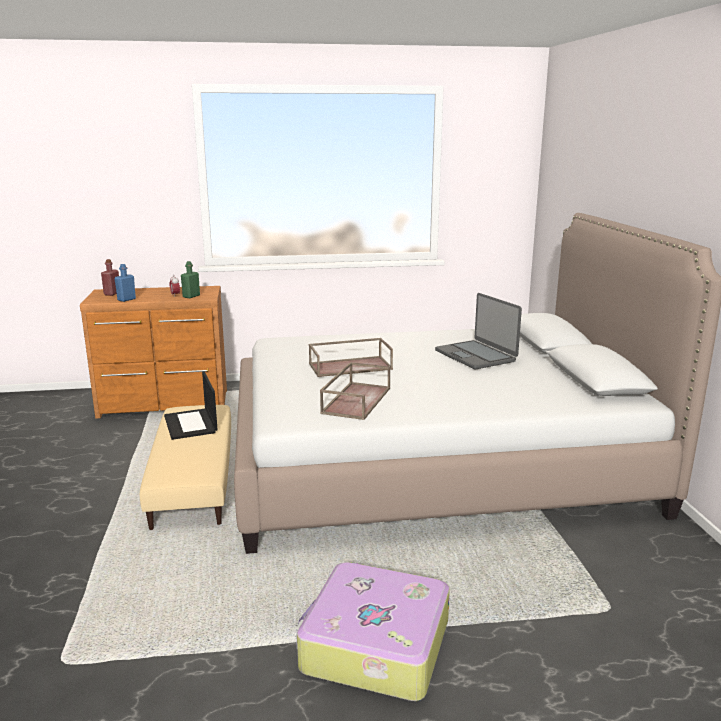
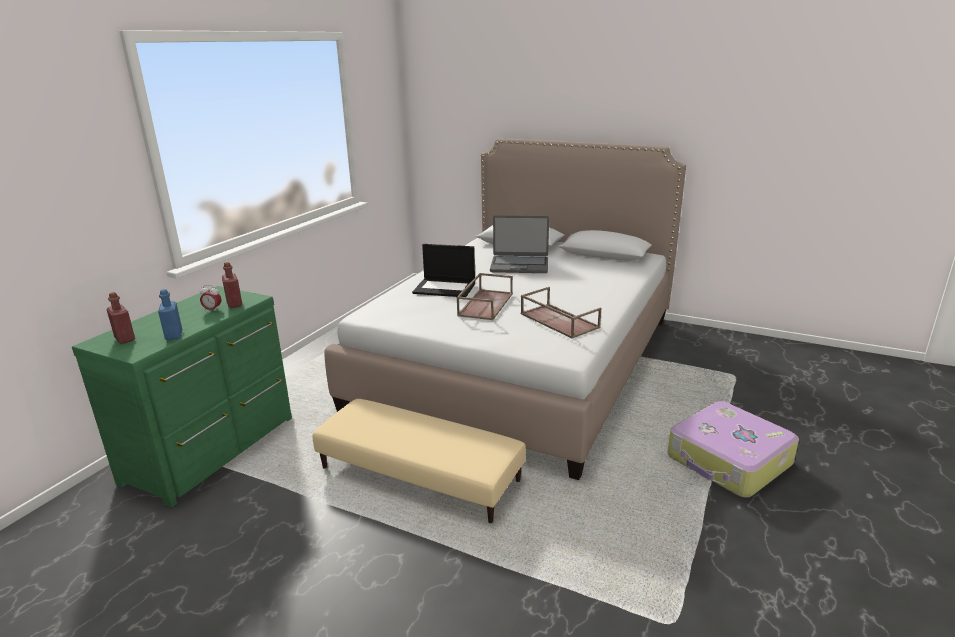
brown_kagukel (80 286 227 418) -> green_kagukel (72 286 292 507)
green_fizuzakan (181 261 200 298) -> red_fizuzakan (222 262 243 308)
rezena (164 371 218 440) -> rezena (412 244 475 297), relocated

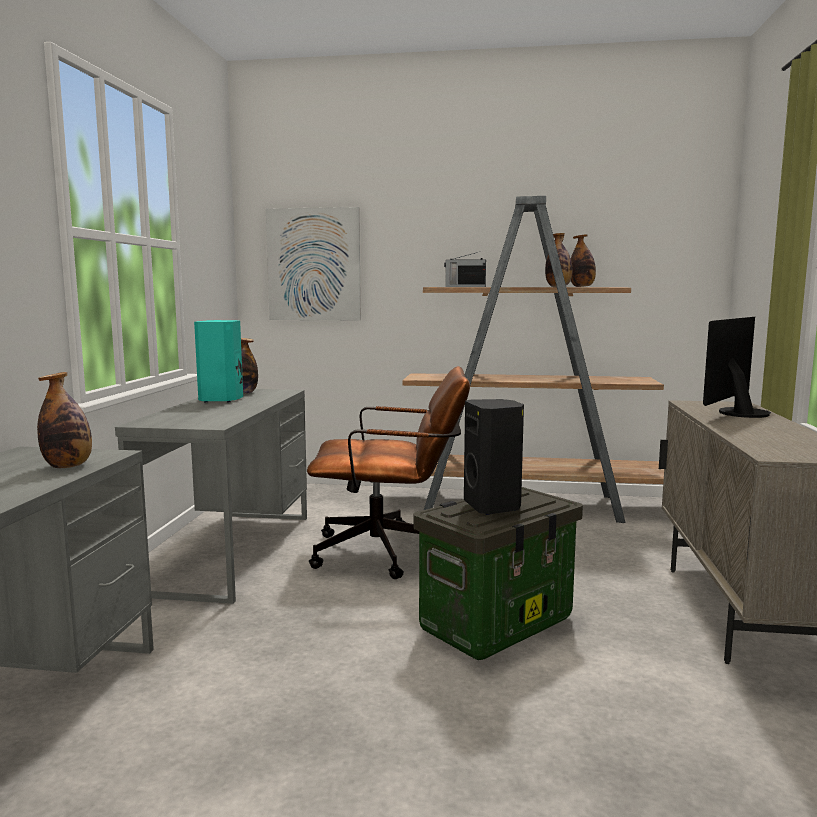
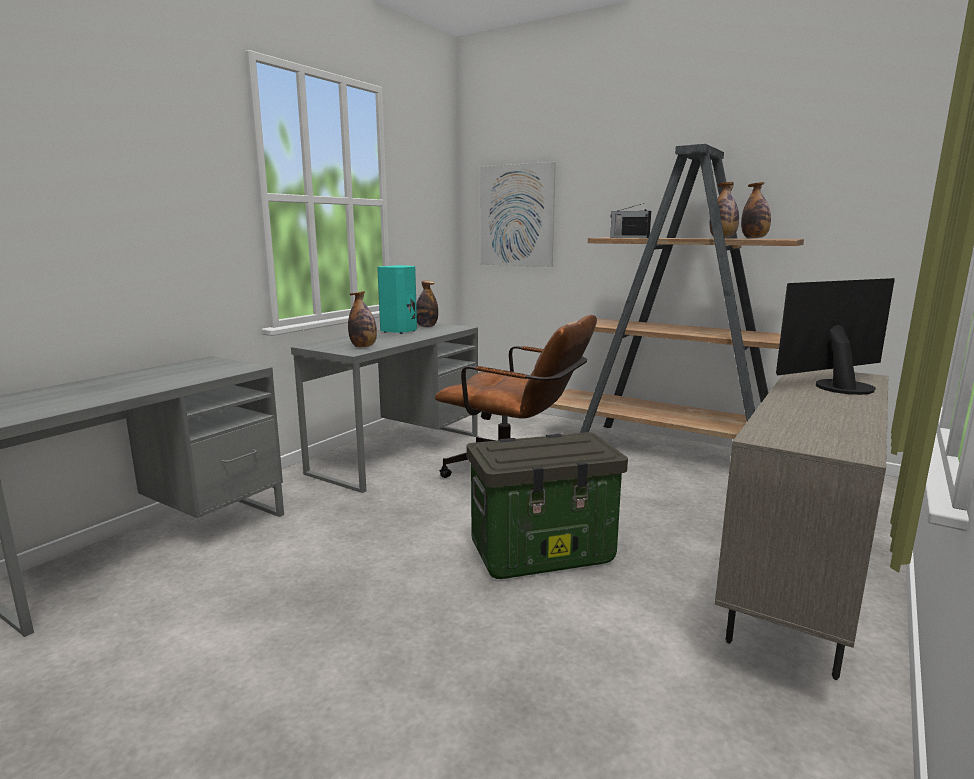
fizuzakan (37 372 92 468) -> fizuzakan (348 291 377 347), relocated
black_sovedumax (464 399 524 515) -> none

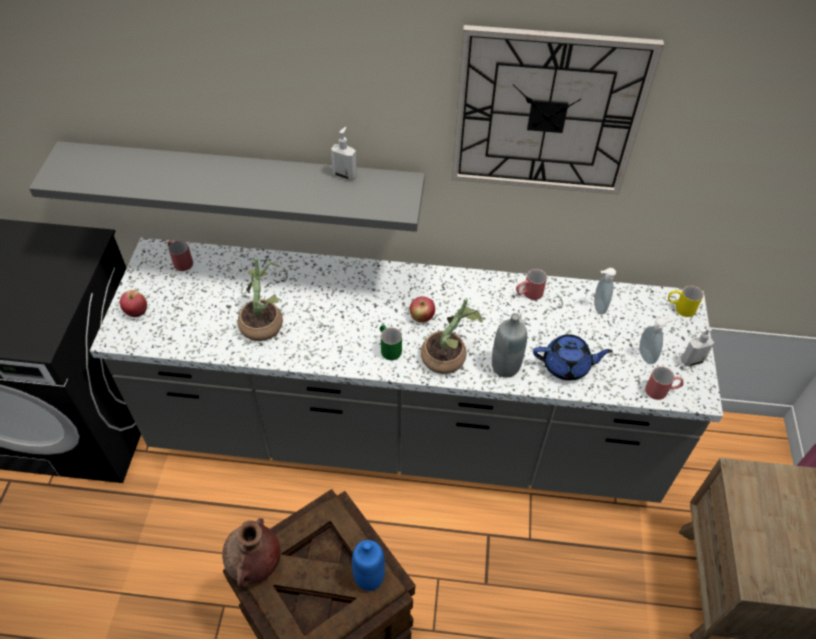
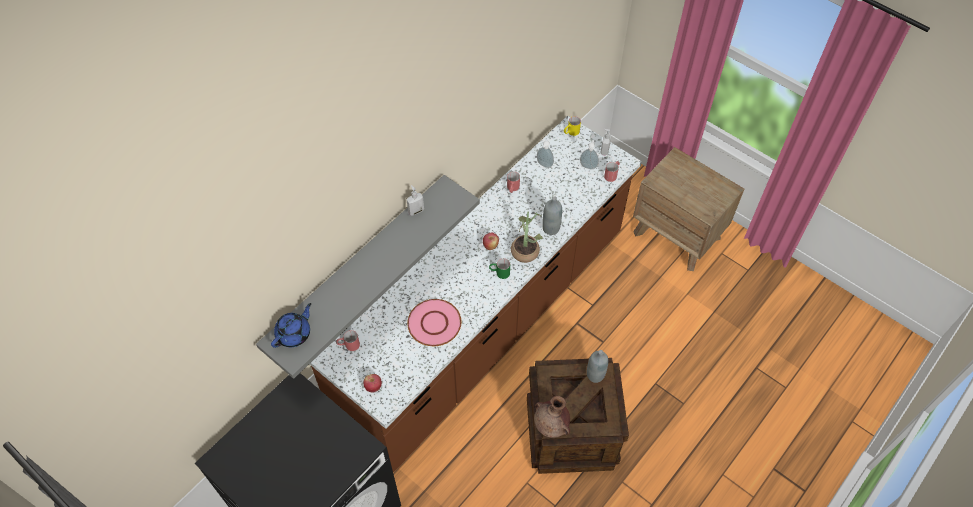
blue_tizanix (533 334 613 381) -> blue_tizanix (271 303 311 348), relocated
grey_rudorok (90 238 723 503) -> brown_rudorok (310 116 642 473)
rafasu (237 258 283 341) -> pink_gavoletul (407 299 461 346)
blue_fizuzakan (352 540 385 591) -> grey_fizuzakan (587 350 608 383)
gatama (452 25 664 195) -> none

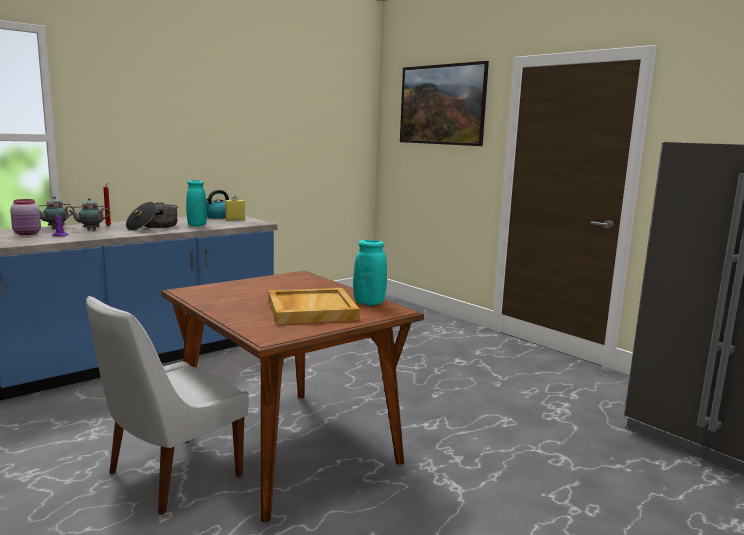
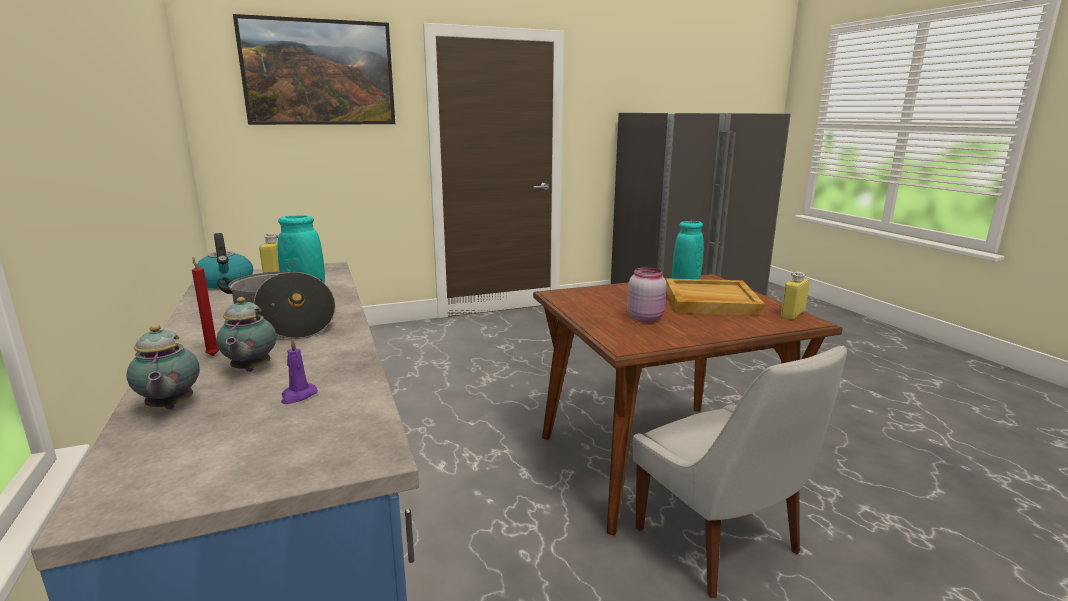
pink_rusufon (10 199 41 235) -> pink_rusufon (627 267 667 322), relocated
none -> yellow_fizuzakan (781 272 810 320)

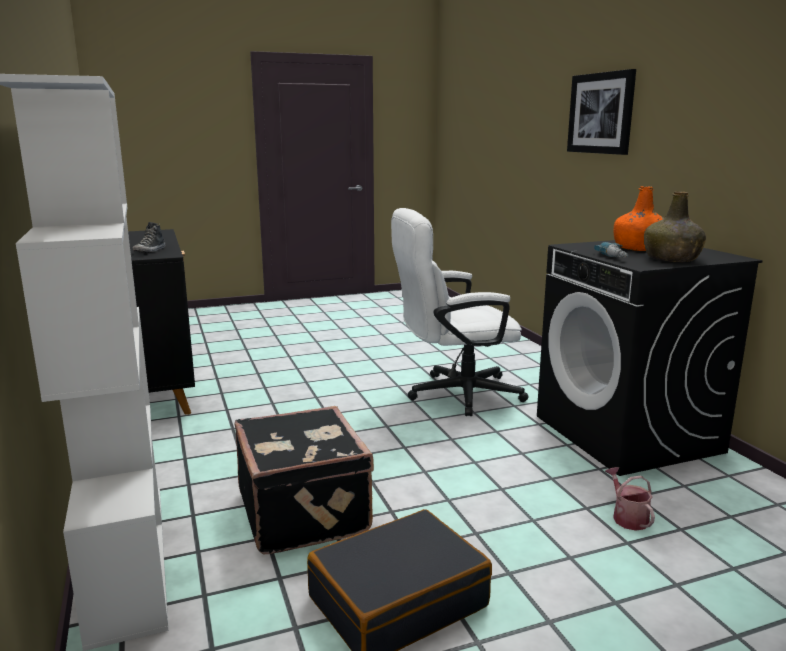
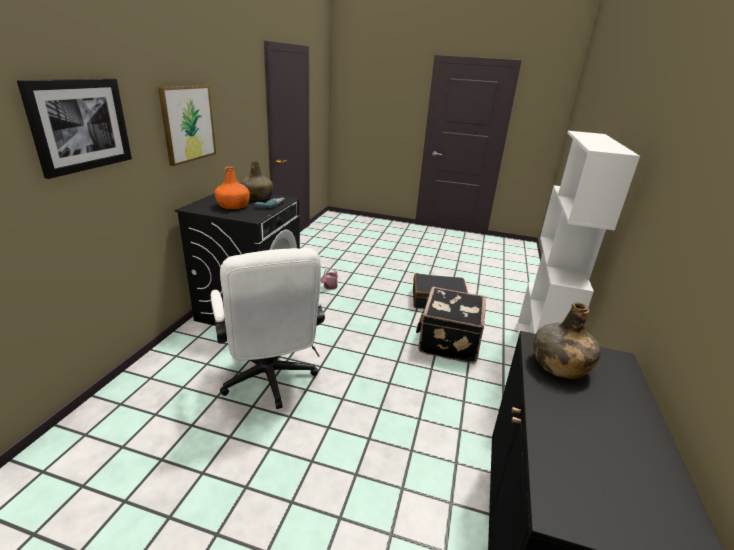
none -> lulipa (158 85 216 166)
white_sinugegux (391 208 528 416) -> white_sinugegux (211 248 325 409), 45 degrees clockwise
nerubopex (133 222 165 253) -> green_fizuzakan (533 303 601 379)

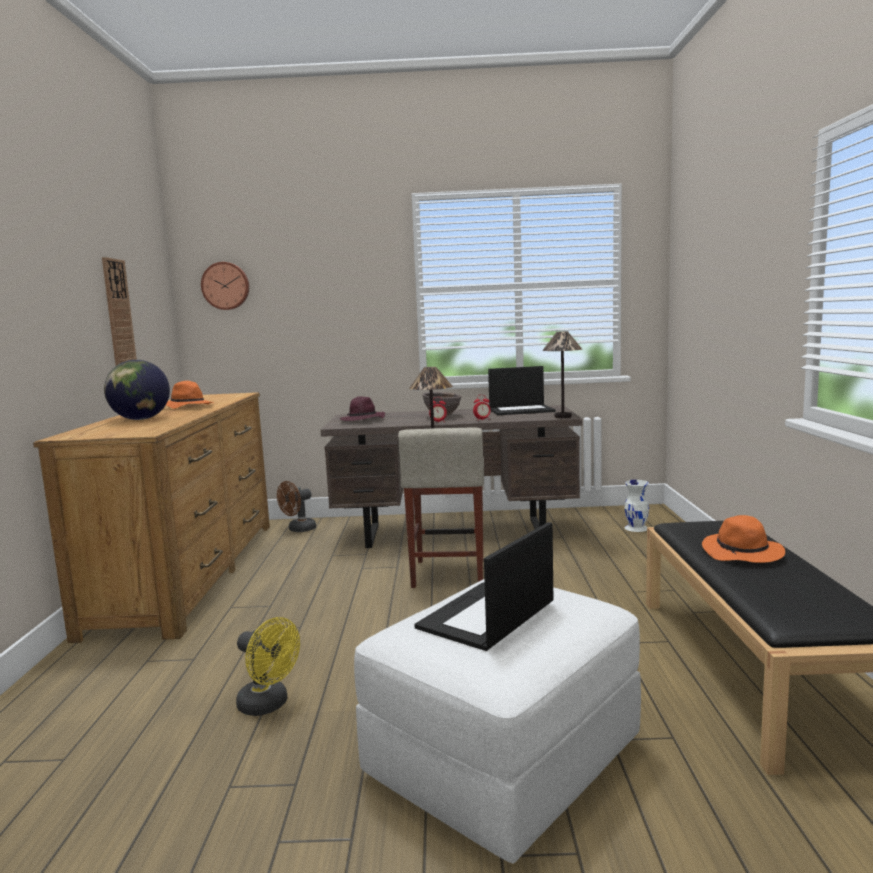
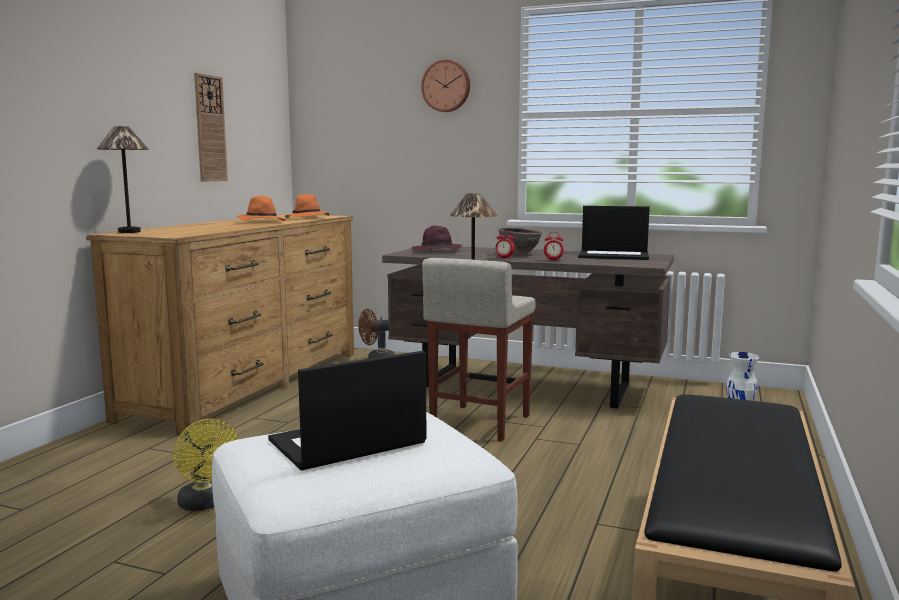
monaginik (542 331 582 418) -> monaginik (97 126 149 233), relocated
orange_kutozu (702 515 785 563) -> orange_kutozu (285 194 329 218), relocated
gatama (201 262 249 310) -> gatama (421 60 470 112), relocated
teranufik (104 360 170 420) -> none

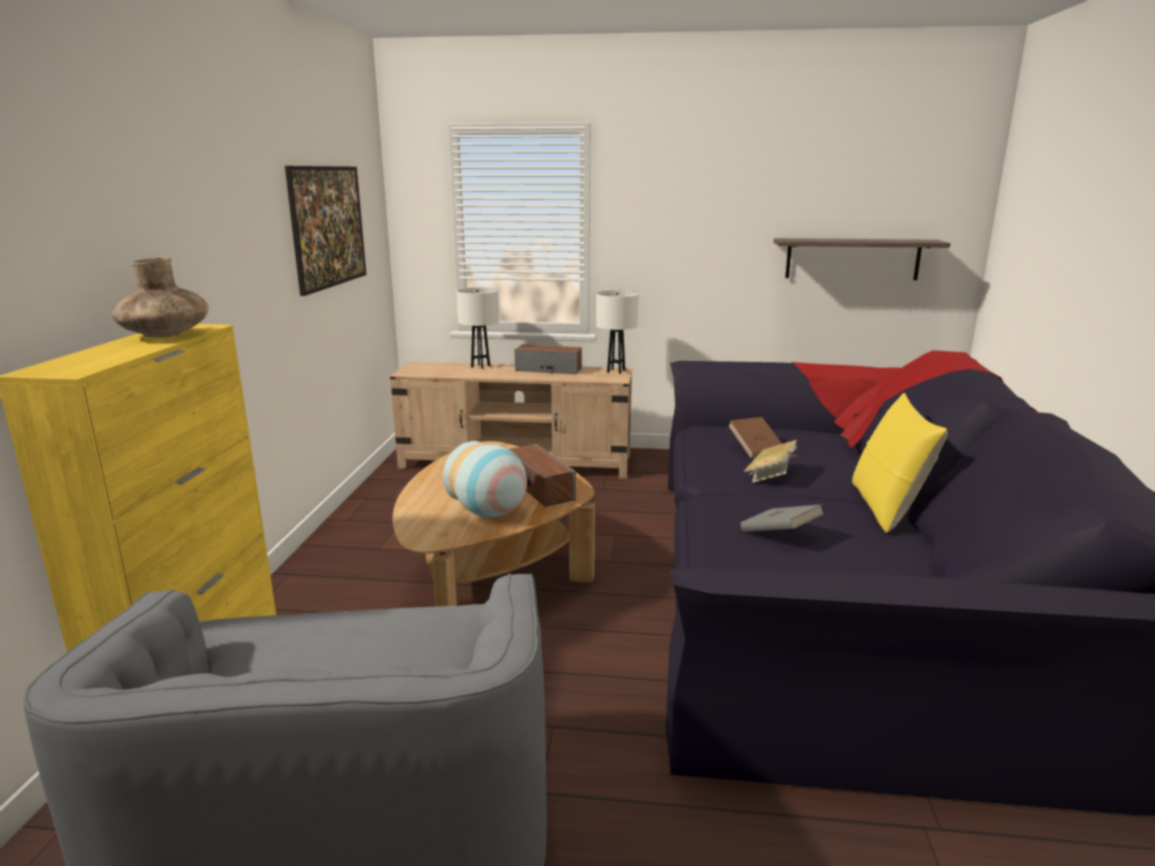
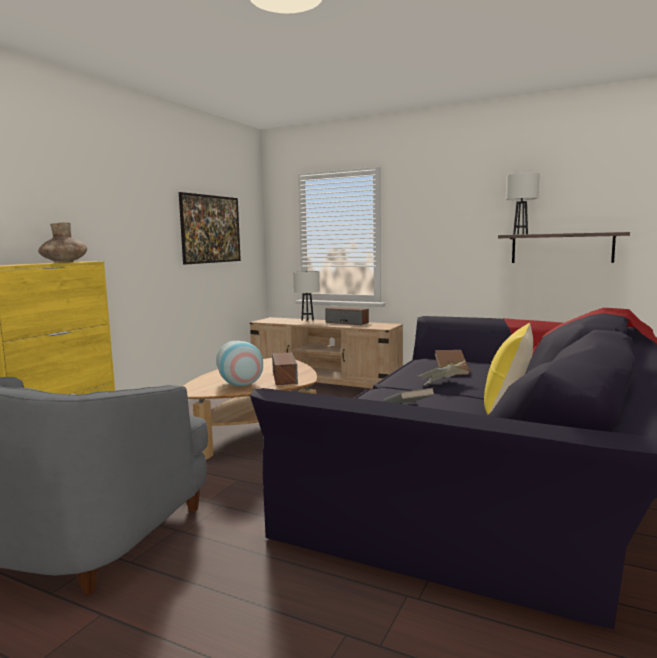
white_monaginik (596 290 639 374) -> white_monaginik (506 172 540 235), relocated

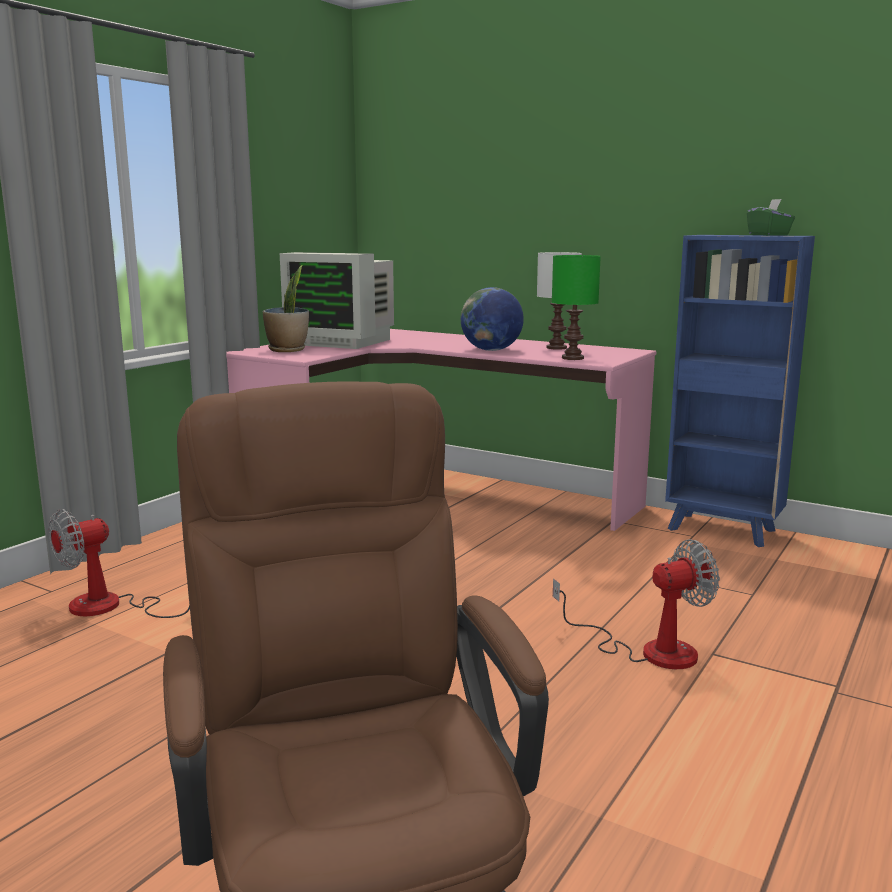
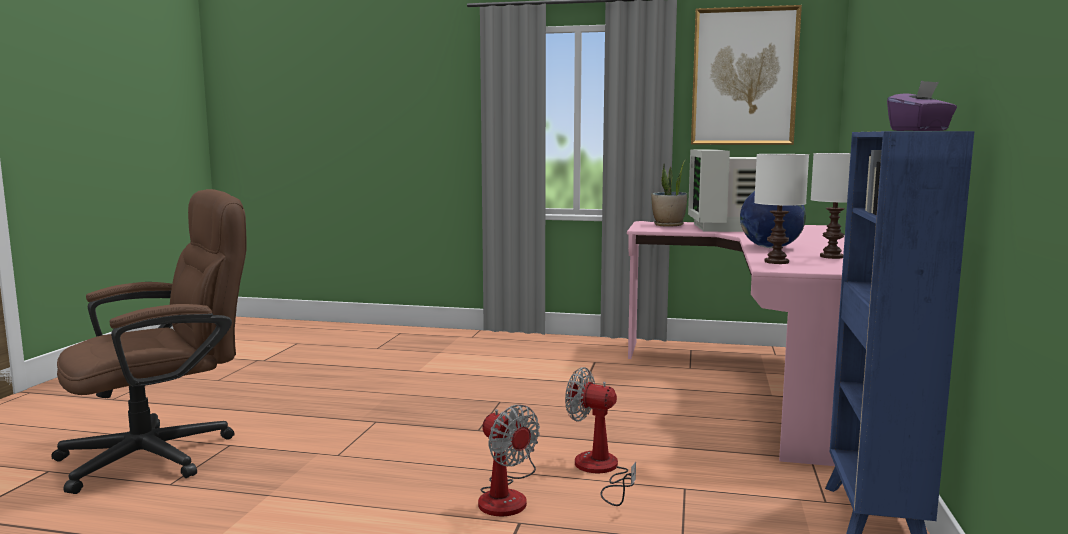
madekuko (48 509 190 618) -> madekuko (565 367 636 506), relocated
none -> lulipa (691 5 802 145)
green_monaginik (552 255 601 360) -> white_monaginik (754 154 809 264)
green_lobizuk (747 199 795 236) -> purple_lobizuk (887 81 957 131)

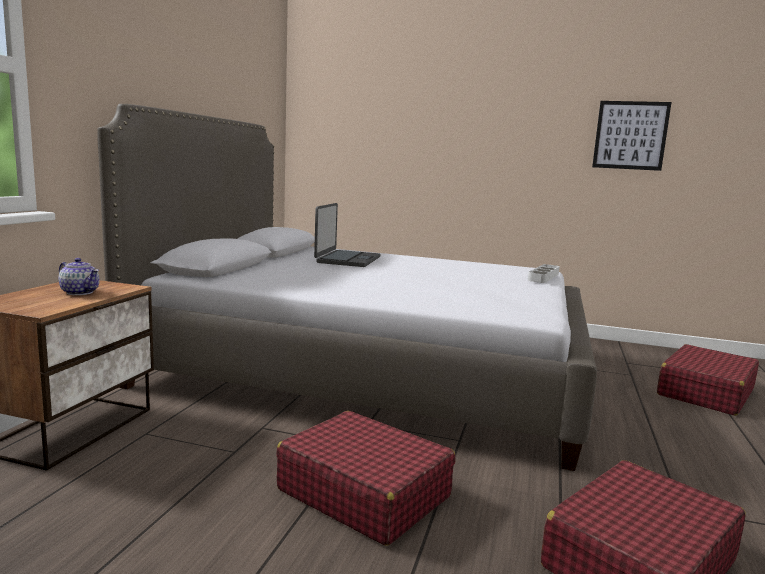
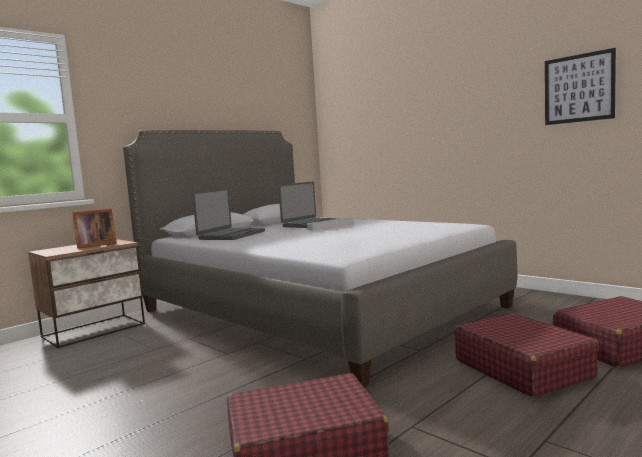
tizanix (58 258 100 295) -> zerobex (72 209 117 248)
none -> rezena (192 188 265 240)
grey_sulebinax (528 264 560 283) -> grey_sulebinax (307 218 353 231), relocated
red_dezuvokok (276 411 455 546) -> red_dezuvokok (454 313 599 397), relocated

